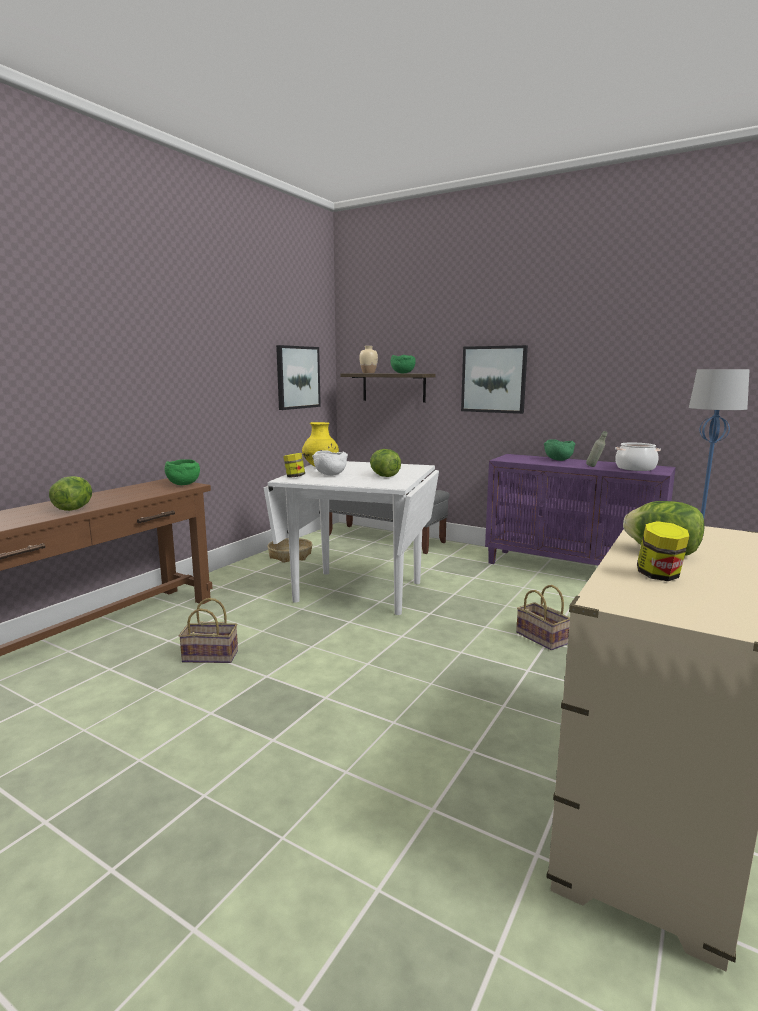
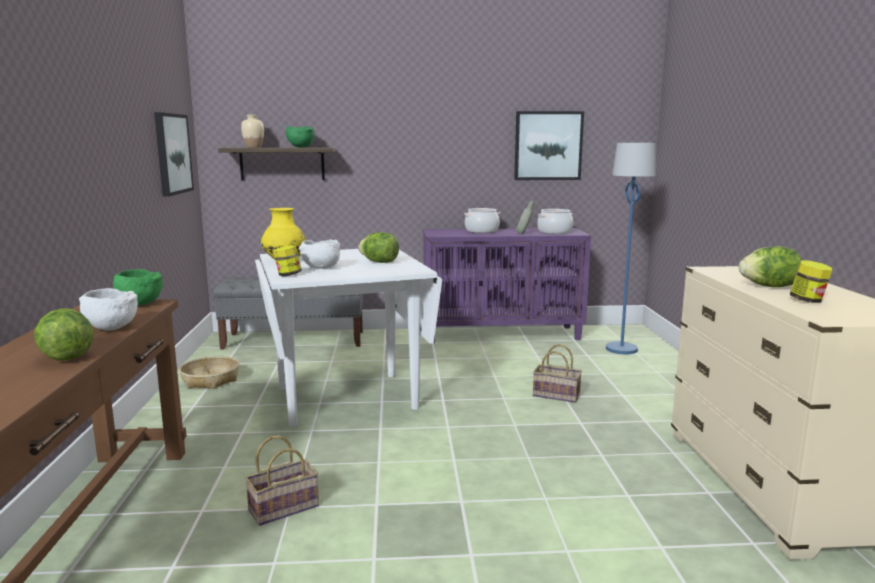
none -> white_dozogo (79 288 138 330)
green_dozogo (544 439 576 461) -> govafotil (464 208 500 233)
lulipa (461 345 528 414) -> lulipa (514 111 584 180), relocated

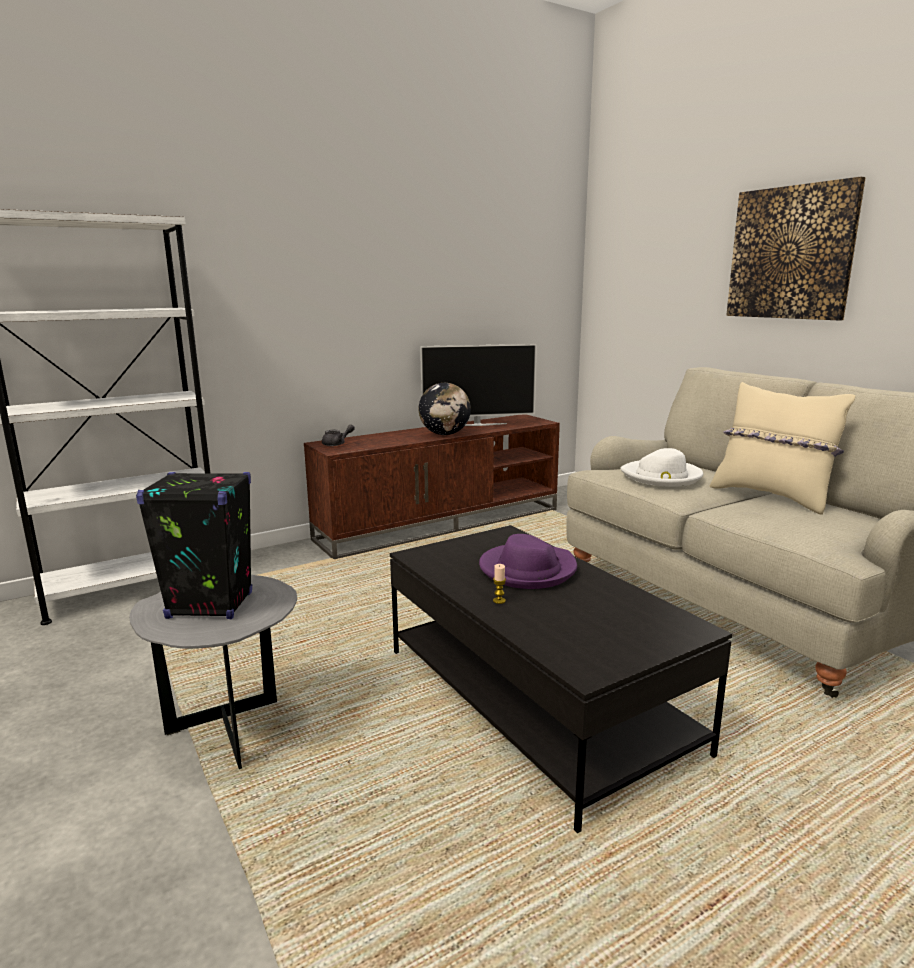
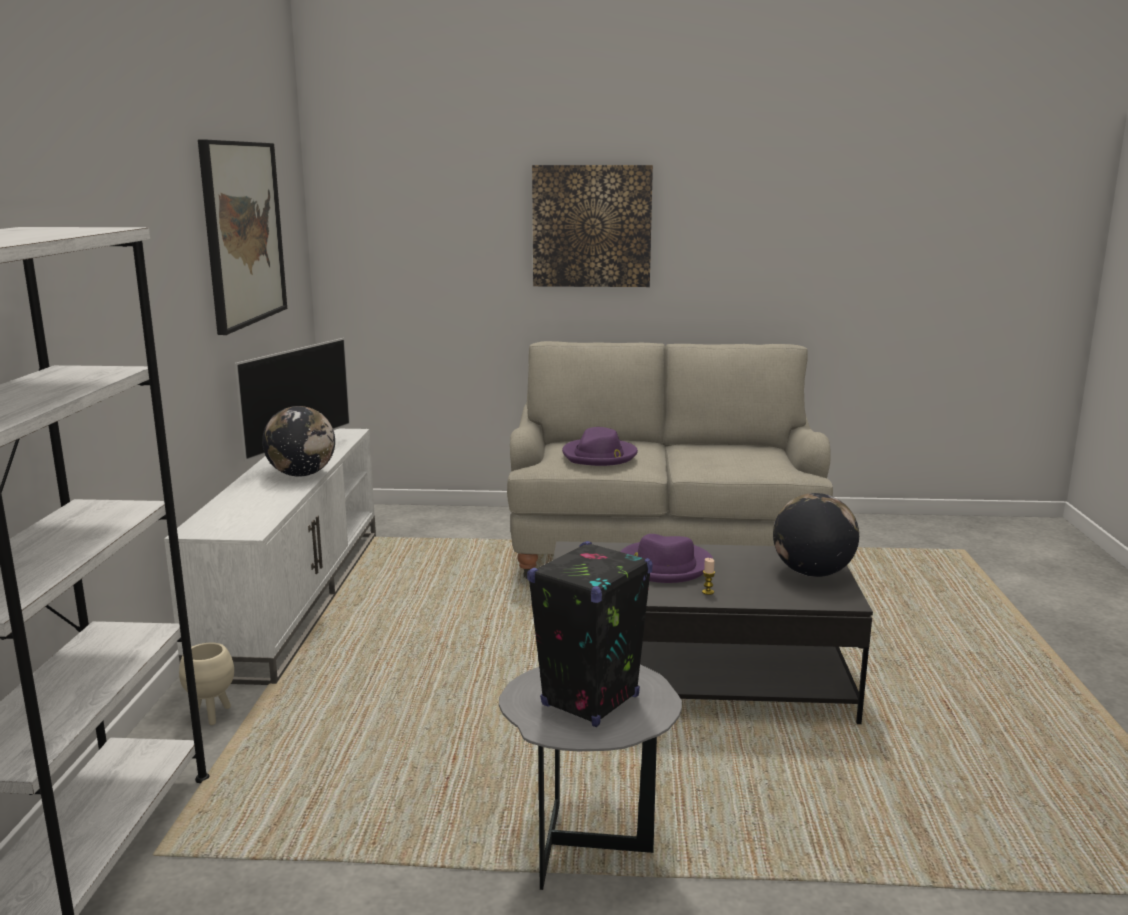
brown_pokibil (304 414 560 559) -> white_pokibil (164 429 376 685)
none -> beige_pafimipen (179 643 234 725)
none -> lulipa (198 140 287 335)
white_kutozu (620 448 703 487) -> purple_kutozu (562 427 638 466)
none -> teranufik (773 493 859 577)
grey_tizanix (322 424 355 446) -> none
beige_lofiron (710 382 855 515) -> none

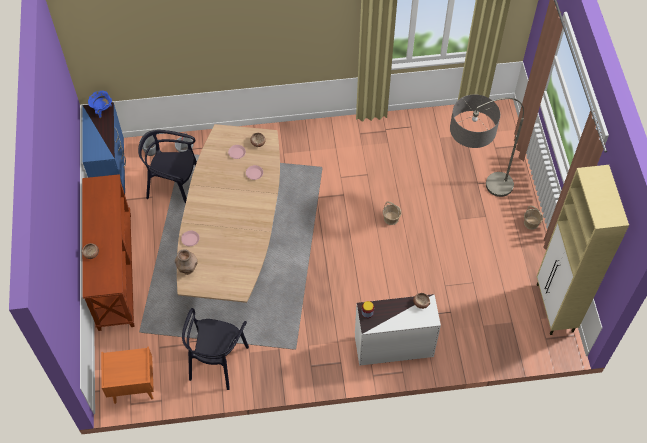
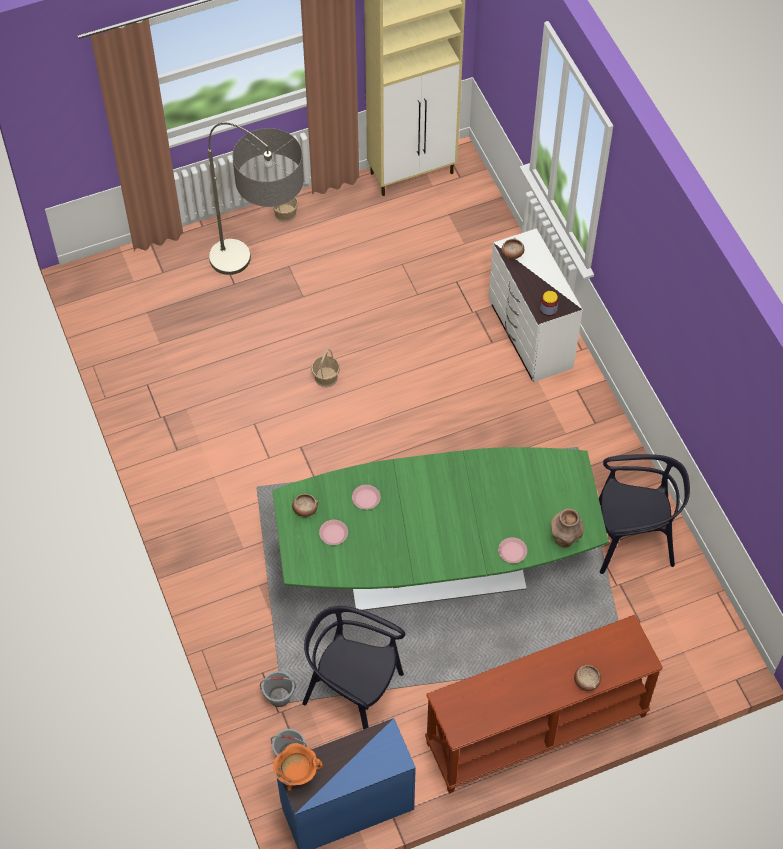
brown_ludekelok (177 124 280 303) -> green_ludekelok (272 447 609 611)
blue_govafotil (88 91 112 118) -> orange_govafotil (273 743 322 791)
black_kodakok (138 130 197 204) -> black_kodakok (302 606 405 729), 120 degrees clockwise
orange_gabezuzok (101 347 154 404) -> none

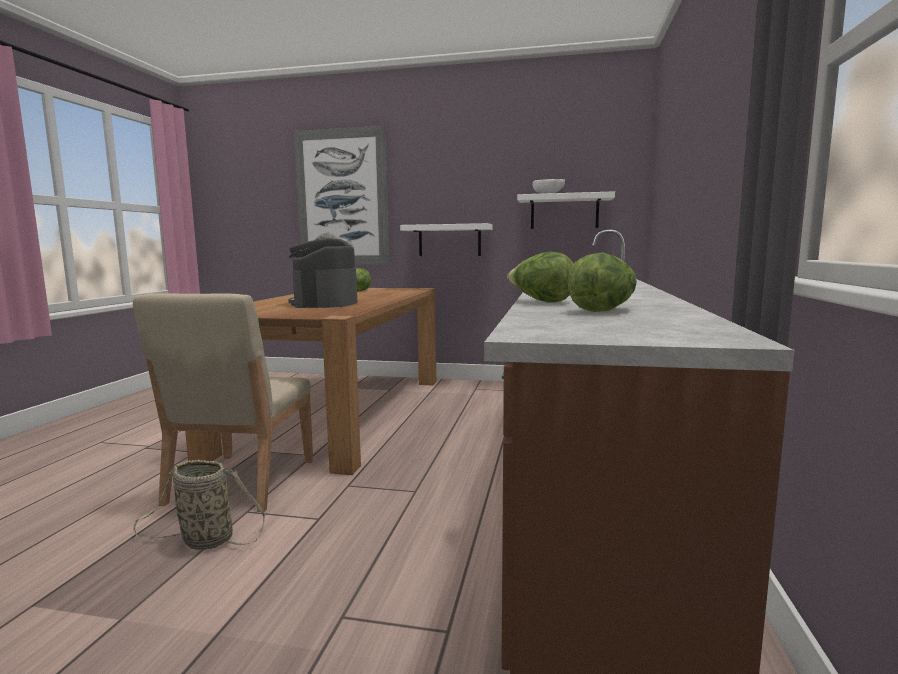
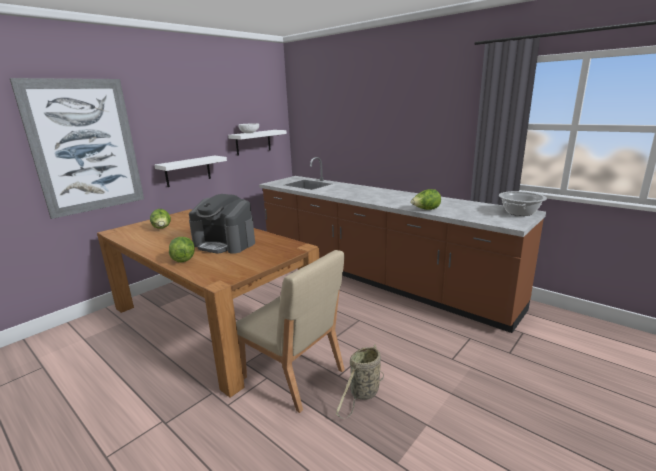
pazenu (567 252 637 312) -> pazenu (169 237 195 263), relocated
none -> govafotil (499 191 547 216)

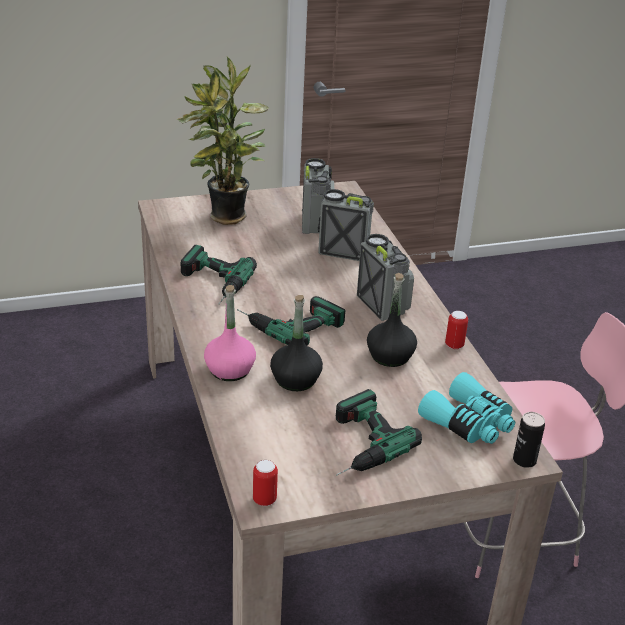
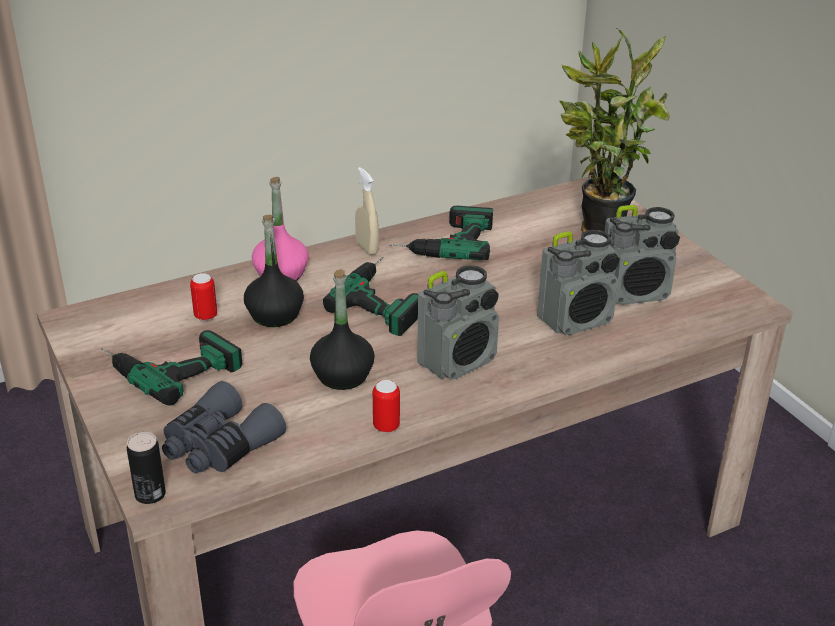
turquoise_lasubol (418 372 515 444) -> grey_lasubol (162 381 286 473)
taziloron (253 460 278 506) -> taziloron (190 273 217 321), relocated
none -> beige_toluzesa (355 167 379 255)
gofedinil (318 189 374 261) -> gofedinil (537 230 620 335), 60 degrees clockwise

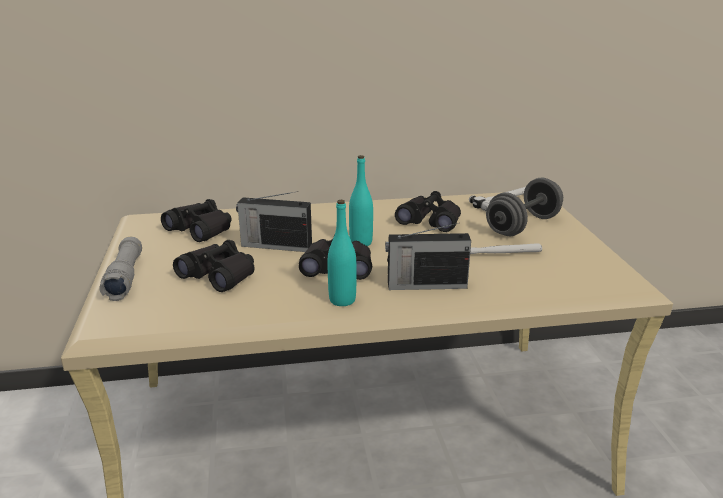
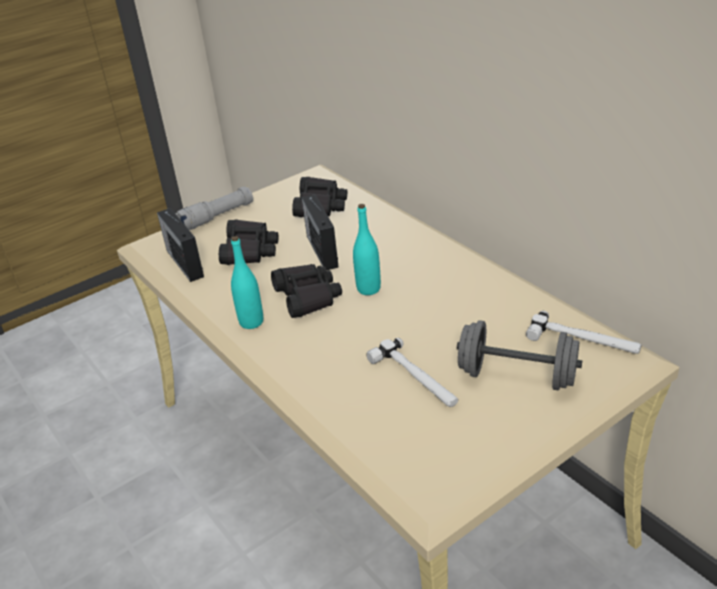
gofedinil (385 223 471 290) -> gofedinil (157 208 204 282), relocated
black_lasubol (395 191 461 232) -> none

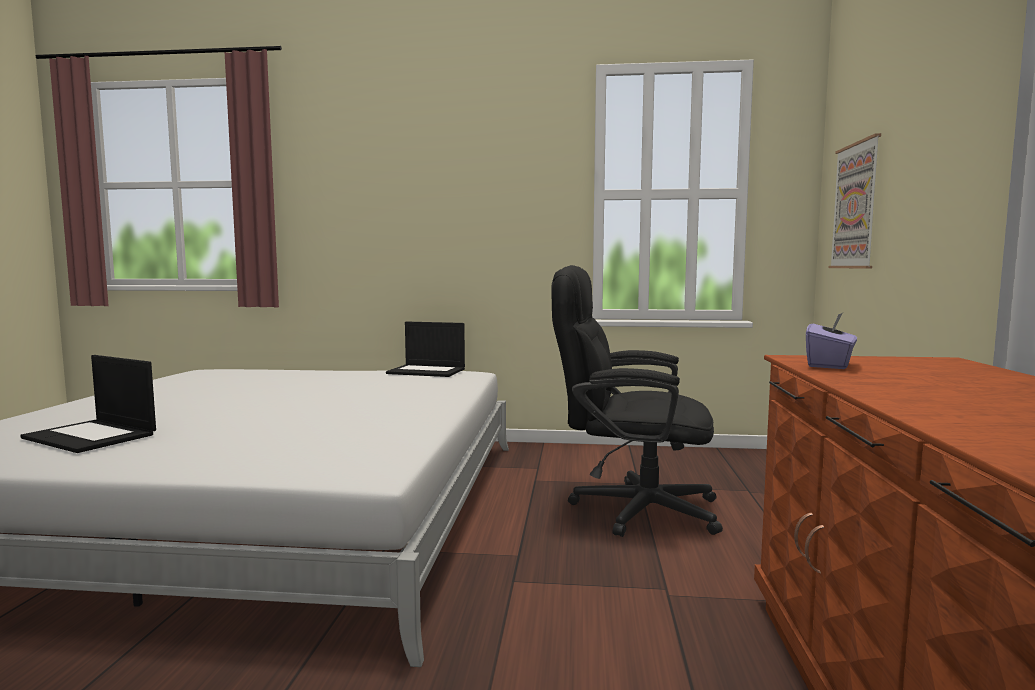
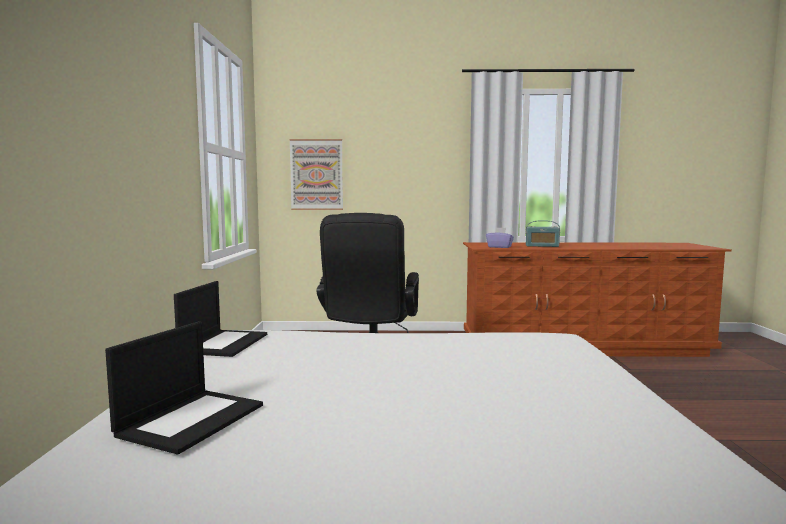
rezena (20 355 156 453) -> rezena (105 321 263 455), relocated
none -> gofedinil (526 220 560 247)

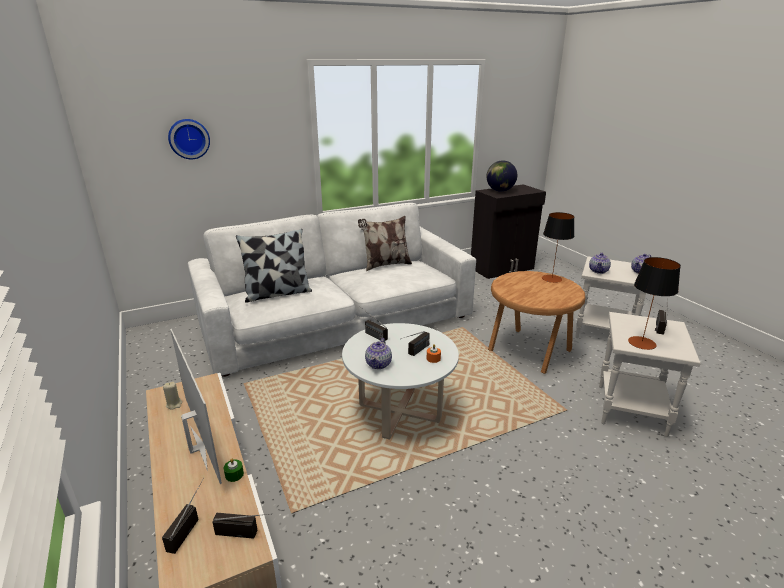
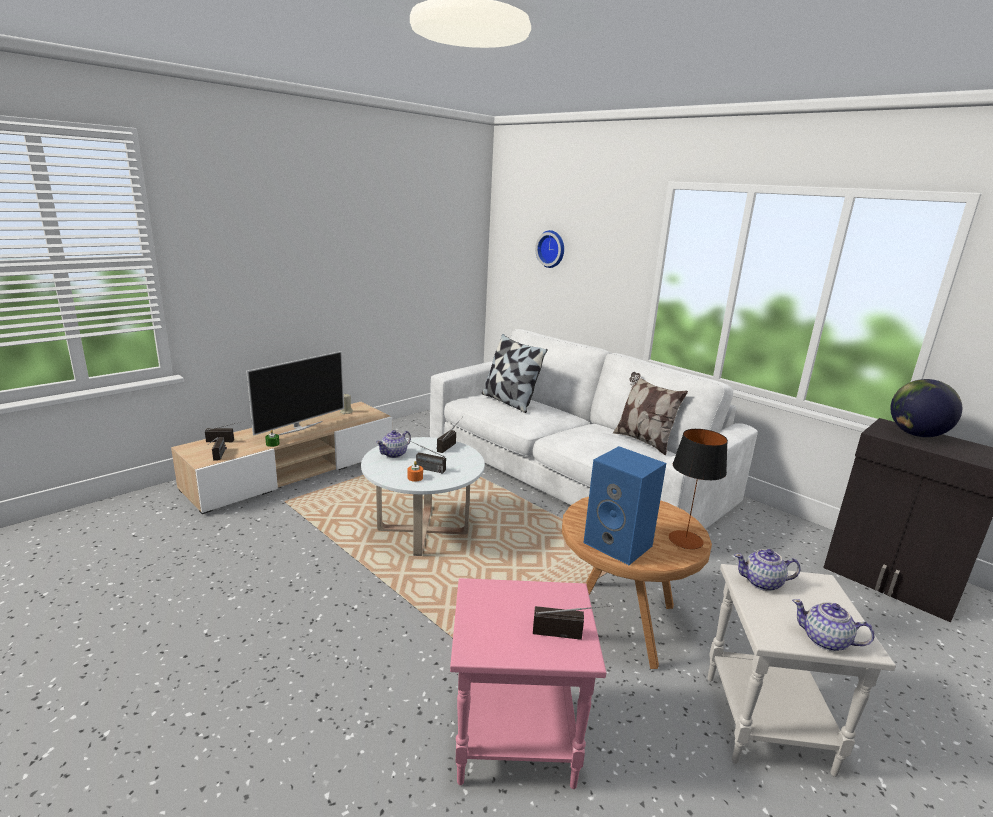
tizanix (365 338 392 369) -> tizanix (376 430 411 458), 45 degrees counterclockwise
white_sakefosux (599 312 701 437) -> pink_sakefosux (450 578 606 789)
none -> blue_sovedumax (584 446 666 565)
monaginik (628 257 681 350) -> none

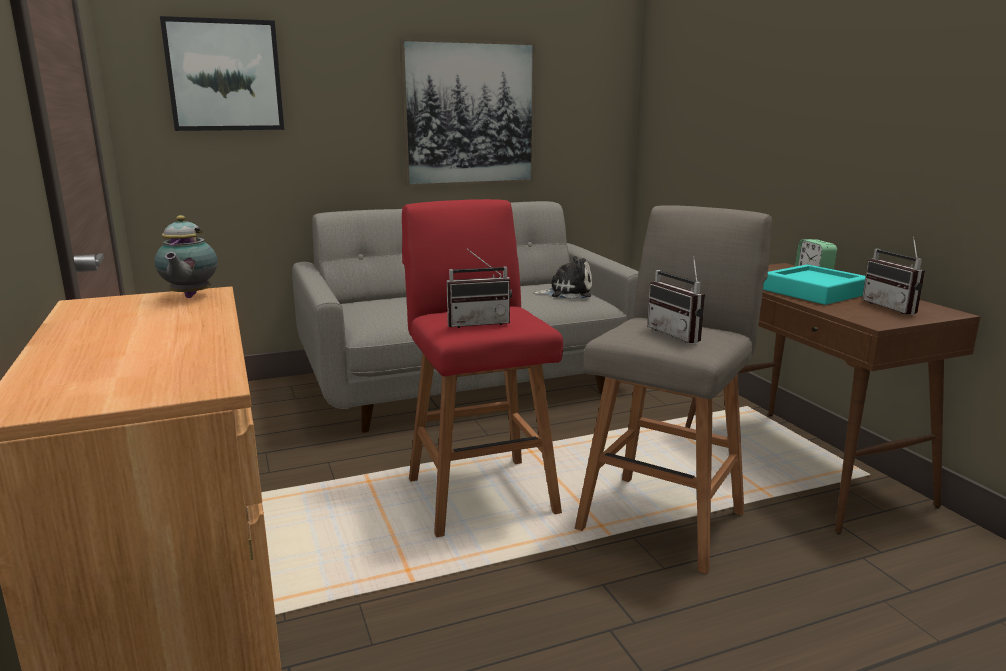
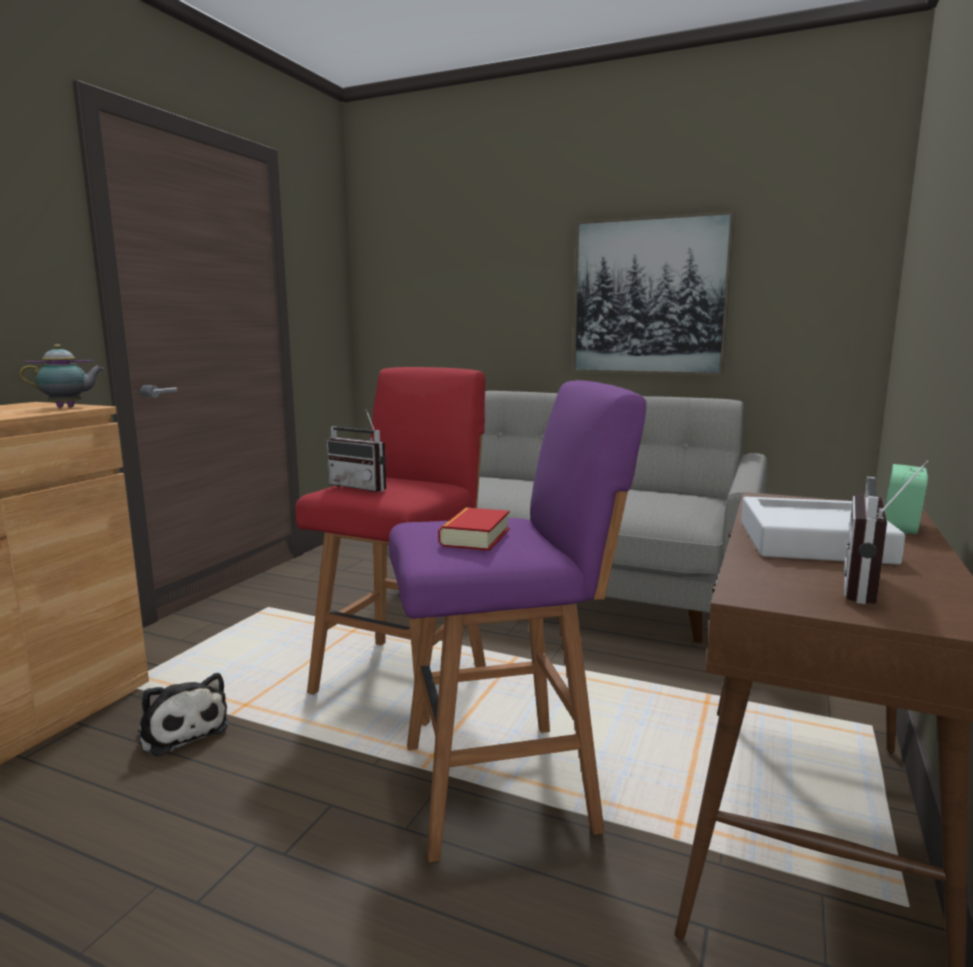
tizanix (155 215 218 298) -> tizanix (19 344 104 408), 150 degrees counterclockwise
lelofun (533 256 592 299) -> lelofun (138 673 229 757), relocated
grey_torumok (575 205 772 574) -> purple_torumok (389 380 646 863)
gofedinil (647 256 705 343) -> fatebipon (438 508 510 551)
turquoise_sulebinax (763 264 866 305) -> grey_sulebinax (741 497 905 565)
lulipa (160 16 284 131) -> none

